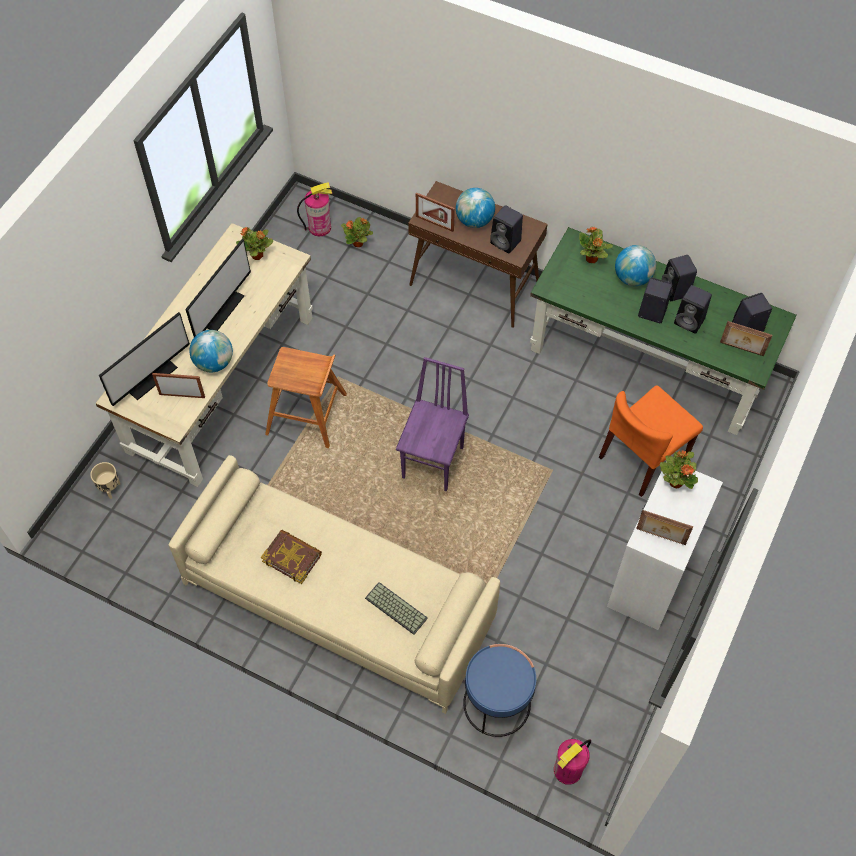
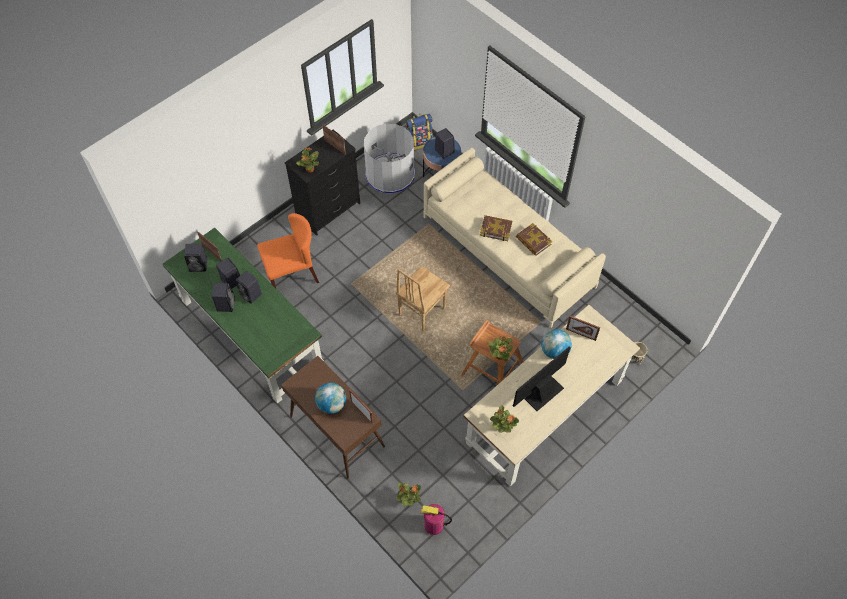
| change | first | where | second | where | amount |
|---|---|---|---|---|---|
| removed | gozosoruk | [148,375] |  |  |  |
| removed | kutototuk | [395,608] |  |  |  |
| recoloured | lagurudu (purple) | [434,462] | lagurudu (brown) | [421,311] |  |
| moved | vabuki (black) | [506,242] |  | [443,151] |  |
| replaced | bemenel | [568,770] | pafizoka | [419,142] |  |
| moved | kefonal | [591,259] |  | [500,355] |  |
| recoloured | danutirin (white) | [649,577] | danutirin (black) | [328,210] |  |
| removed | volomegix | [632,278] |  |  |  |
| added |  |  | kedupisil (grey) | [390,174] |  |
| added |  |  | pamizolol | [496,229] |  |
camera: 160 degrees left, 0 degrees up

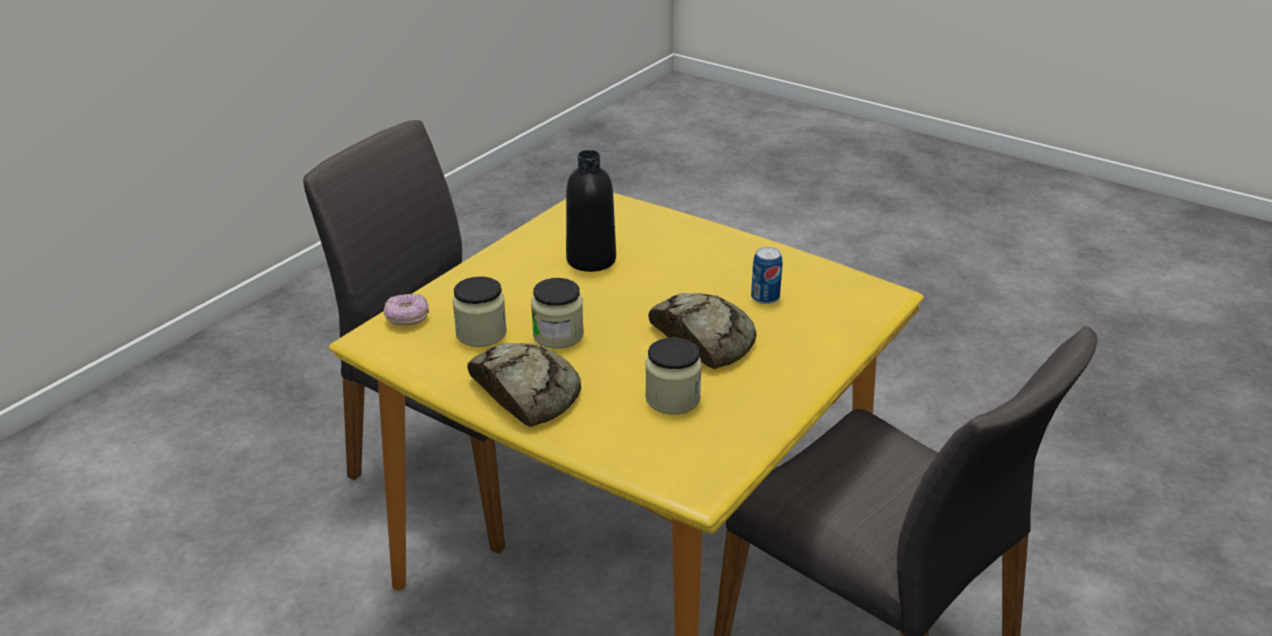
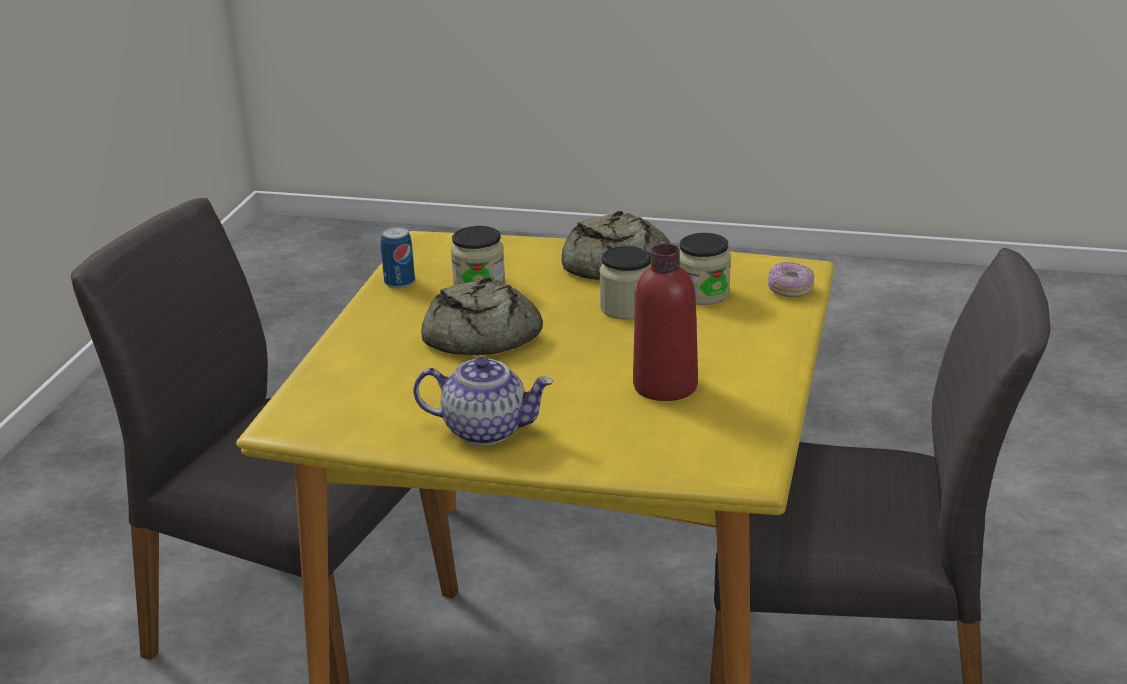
| change | first | where | second | where | amount |
|---|---|---|---|---|---|
| recoloured | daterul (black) | [591,260] | daterul (red) | [665,386] |  |
| moved | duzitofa | [765,297] |  | [399,283] |  |
| added |  |  | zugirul | [486,430] |  |
camera: 160 degrees right, 5 degrees down

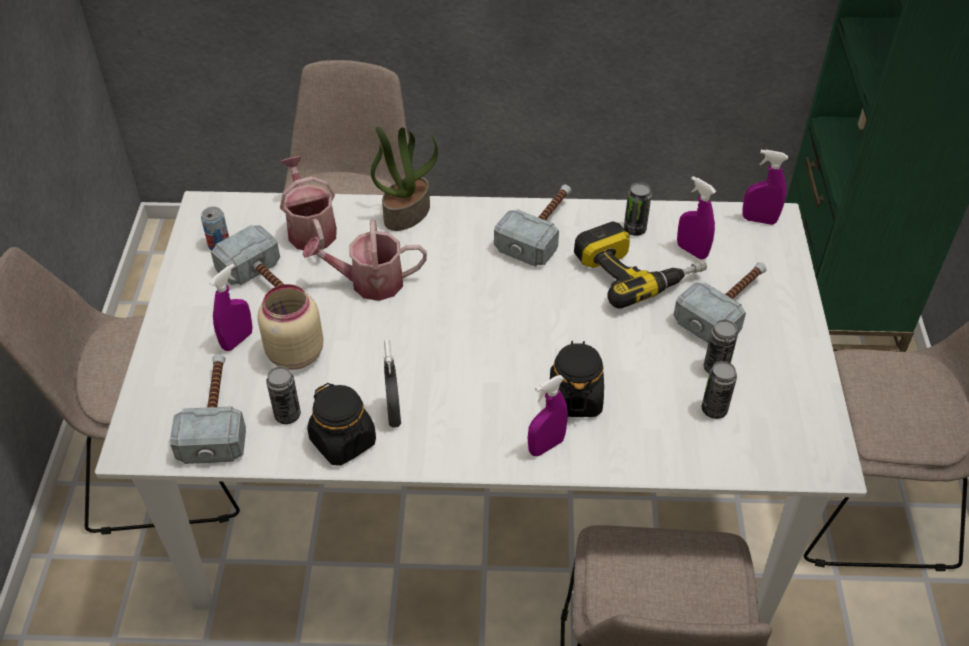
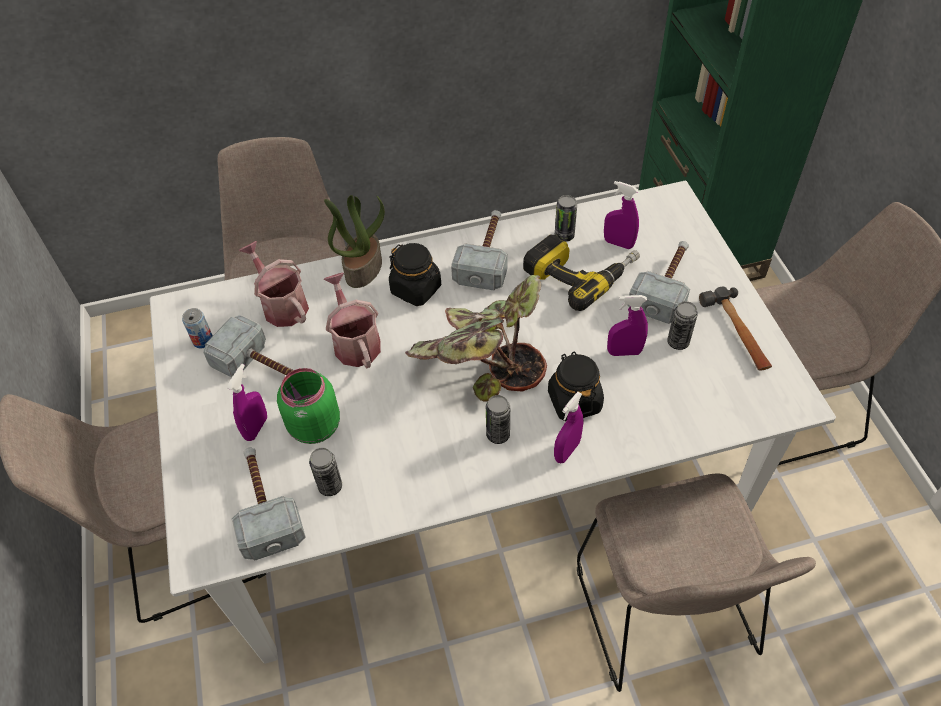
| change | first | where | second | where | amount |
|---|---|---|---|---|---|
| recoloured | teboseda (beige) | [293,354] | teboseda (green) | [313,427] |  |
| turned | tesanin | [369,282] |  | [355,342] | 90 degrees clockwise |
| moved | teboseda (black) | [343,441] |  | [416,289] |  |
| removed | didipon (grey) | [394,414] |  |  |  |
| moved | duzitofa | [714,409] |  | [498,435] |  |
| moved | didipon (purple) | [759,220] |  | [624,352] |  |
| added |  |  | kefonal | [480,364] |  |
| added |  |  | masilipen | [737,333] |  |
camera: 15 degrees left, 5 degrees up

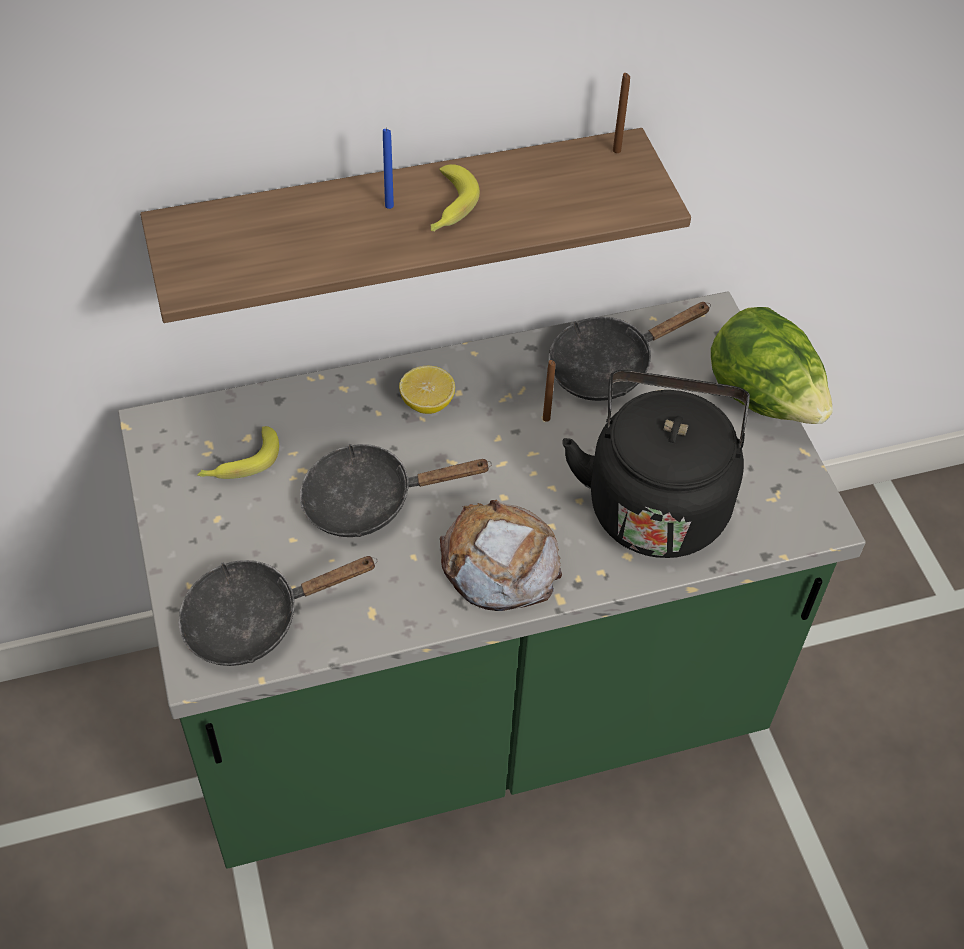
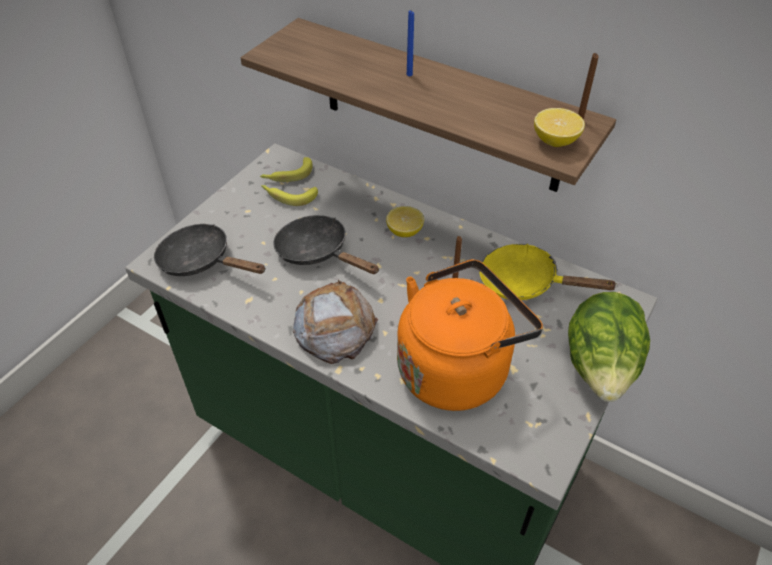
| change | first | where | second | where | amount |
|---|---|---|---|---|---|
| moved | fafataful | [448,208] |  | [287,175] |  |
| recoloured | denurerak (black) | [609,366] | denurerak (yellow) | [525,283] |  |
| recoloured | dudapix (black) | [656,501] | dudapix (orange) | [457,367] |  |
| added |  |  | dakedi | [555,141] |  |
camera: 50 degrees right, 5 degrees down

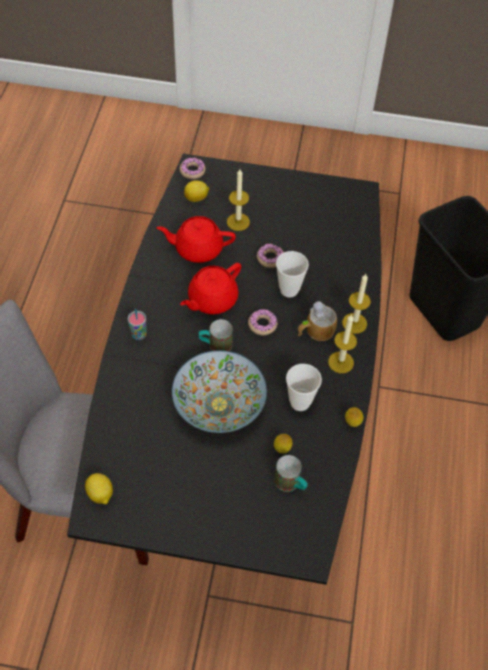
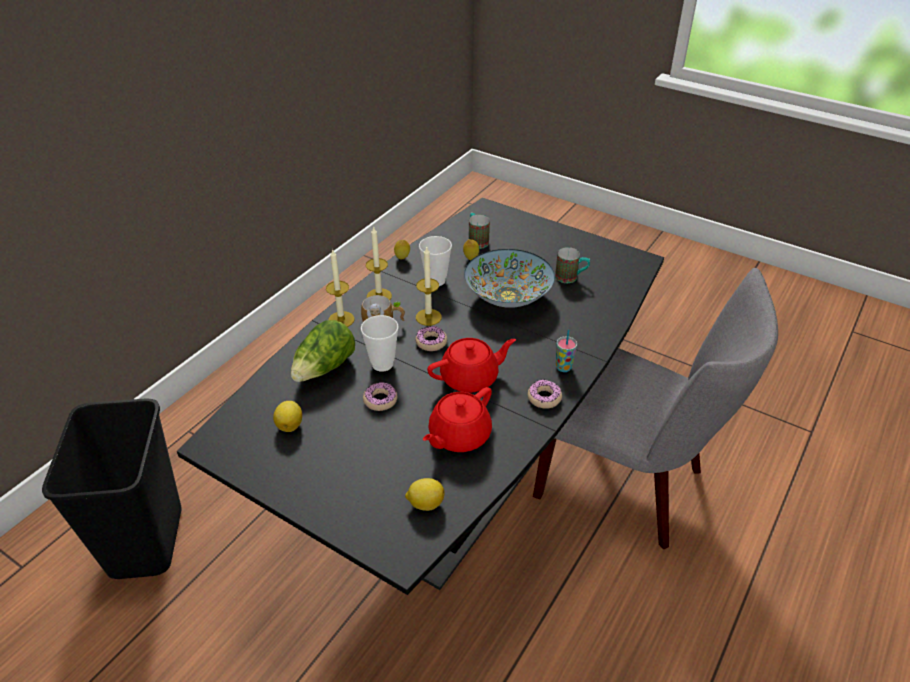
| change | first | where | second | where | amount |
|---|---|---|---|---|---|
| moved | dakedi | [100,494] |  | [290,425] |  |
| turned | zugirul (red) | [197,248] |  | [458,436] | 105 degrees clockwise |
| moved | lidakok | [192,171] |  | [544,398] |  |
| moved | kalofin | [215,345] |  | [571,278] |  |
| moved | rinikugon | [238,222] |  | [428,317] |  |
| added |  |  | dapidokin | [325,368] |  |
camera: 155 degrees left, 15 degrees down

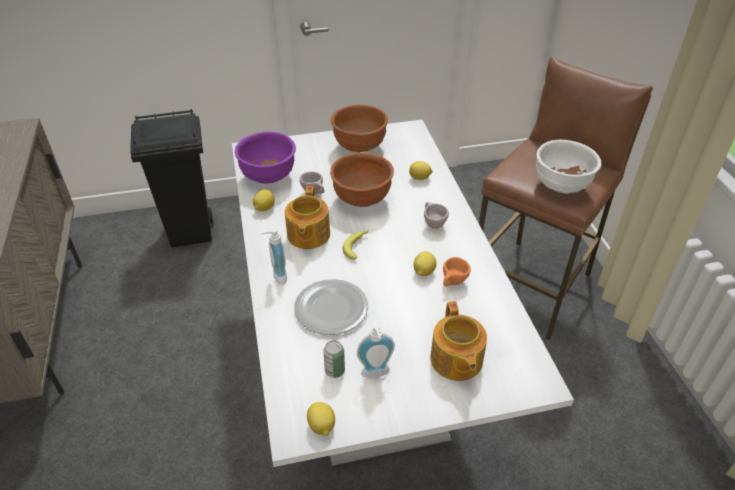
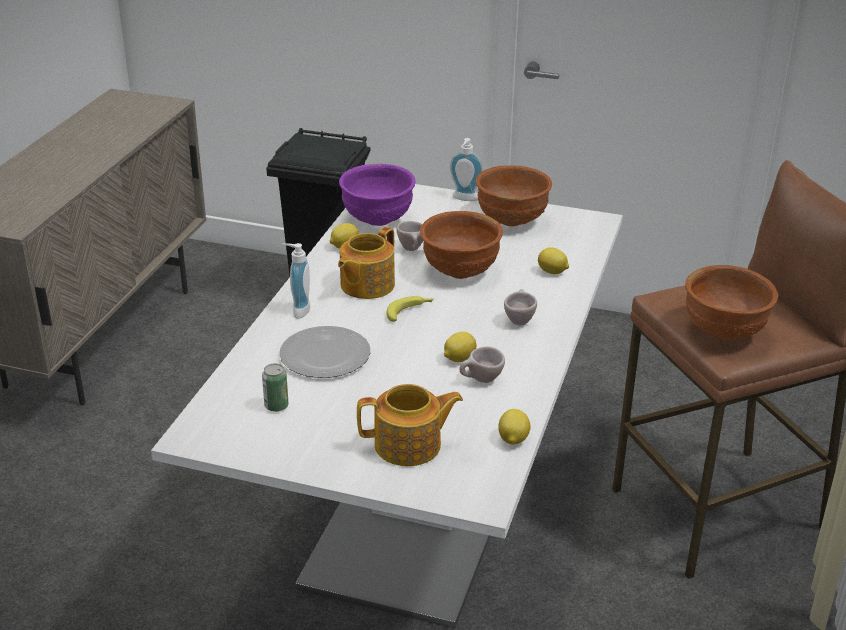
| change | first | where | second | where | amount |
|---|---|---|---|---|---|
| moved | dakedi | [321,426] |  | [512,440] |  |
| moved | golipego | [376,374] |  | [464,199] |  |
| turned | zugirul | [456,360] |  | [409,446] | 120 degrees counterclockwise |
| recoloured | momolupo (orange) | [453,284] | momolupo (beige) | [481,381] |  |
| recoloured | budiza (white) | [561,187] | budiza (brown) | [724,333] |  |
camera: 30 degrees right, 10 degrees down

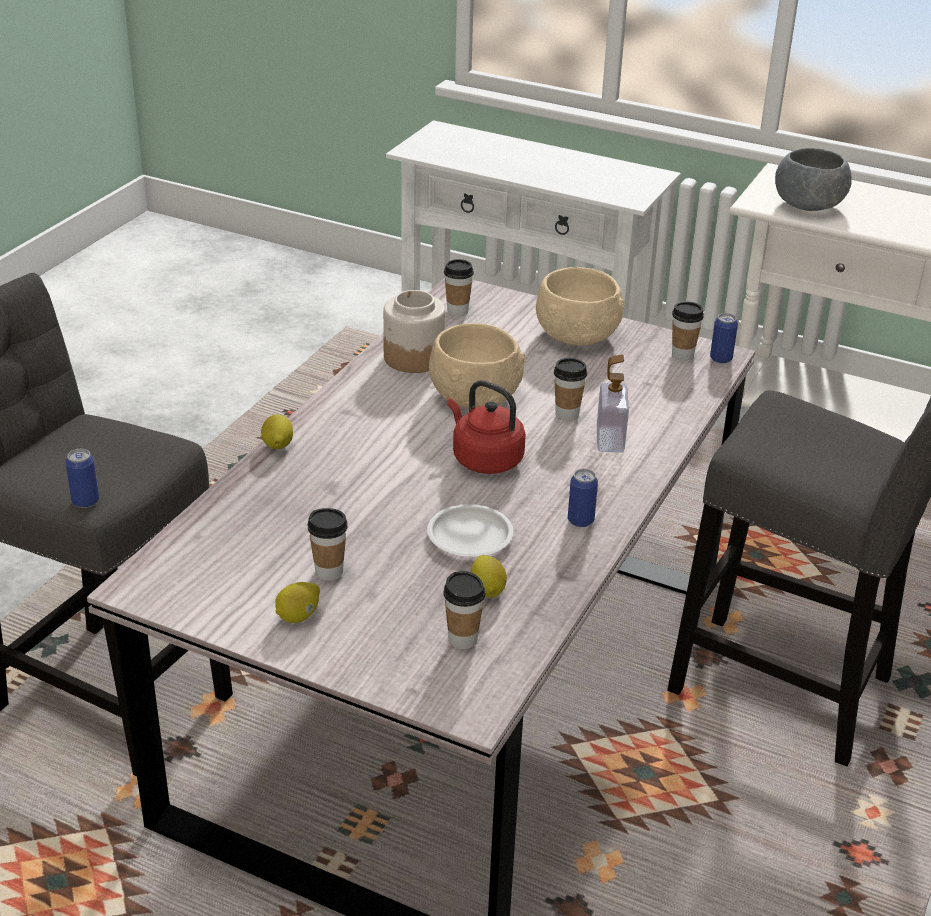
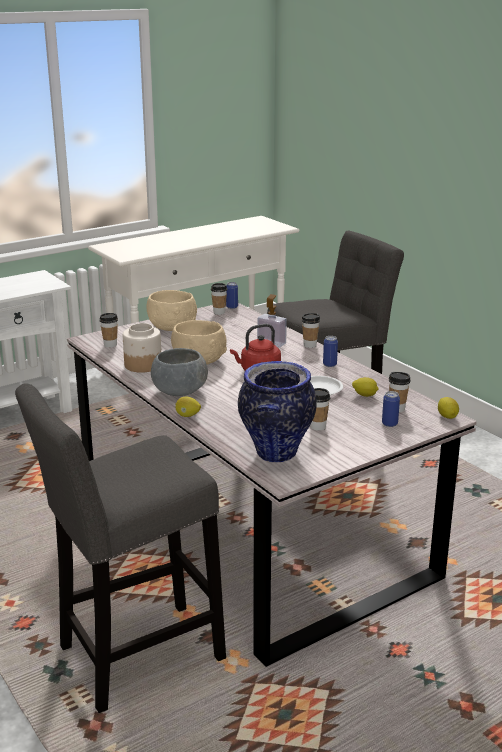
| change | first | where | second | where | amount |
|---|---|---|---|---|---|
| moved | duzitofa | [85,501] |  | [389,424] |  |
| moved | dakedi | [298,616] |  | [447,416] |  |
| moved | momolupo | [567,414] |  | [310,345] |  |
| moved | budiza (grey) | [808,205] |  | [179,391] |  |
| added |  |  | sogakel | [276,454] |  |
camera: 60 degrees left, 10 degrees down

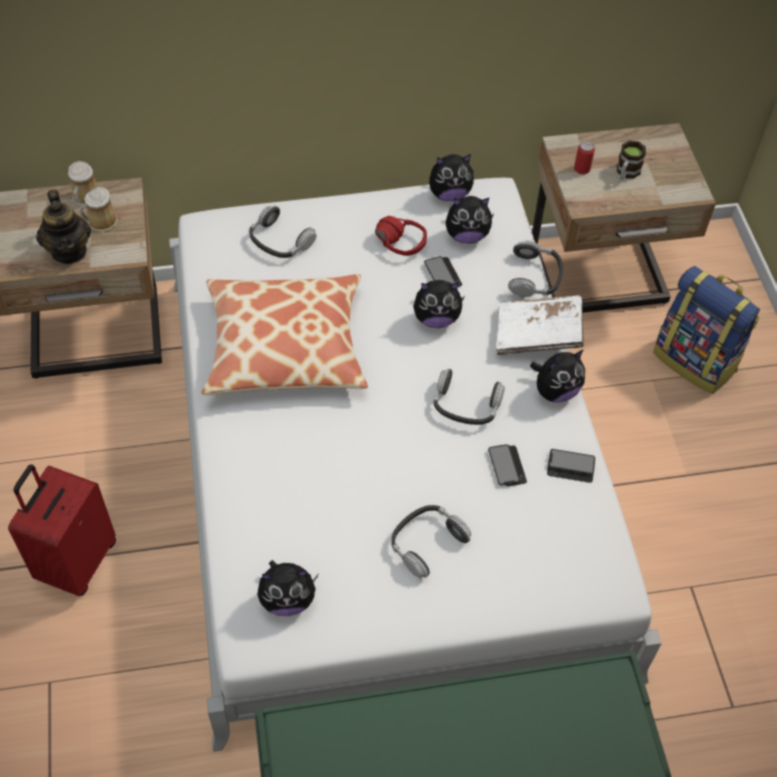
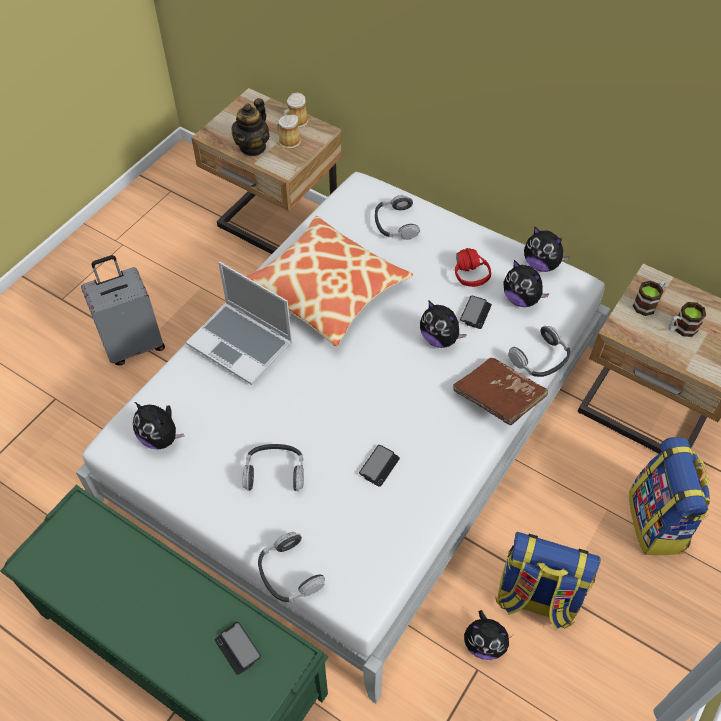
| change | first | where | second | where | amount |
|---|---|---|---|---|---|
| recoloured | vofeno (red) | [76,562] | vofeno (grey) | [134,345] |  |
| moved | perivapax | [466,405] |  | [289,573] |  |
| recoloured | pamizolol (white) | [538,335] | pamizolol (brown) | [498,398] |  |
| moved | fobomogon | [555,391] |  | [484,643] |  |
| moved | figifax | [570,466] |  | [238,648] |  |
| replaced | duzitofa | [582,169] | kalofin | [647,304] |  |
| added |  |  | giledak | [242,344] |  |
| added |  |  | pafizoka | [535,599] |  |
camera: 45 degrees right, 0 degrees up

